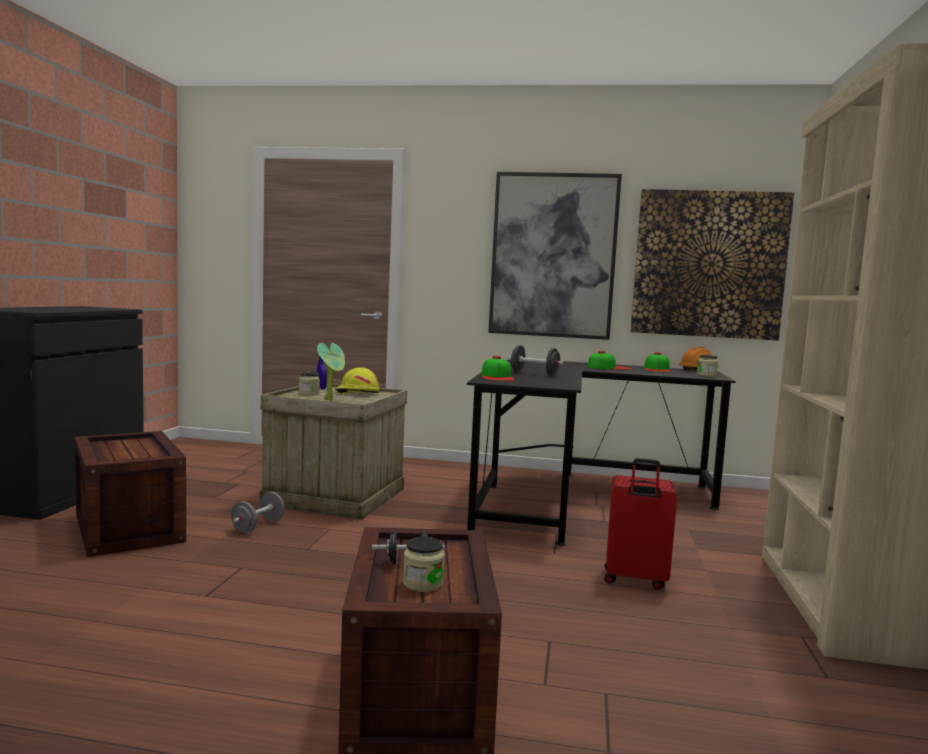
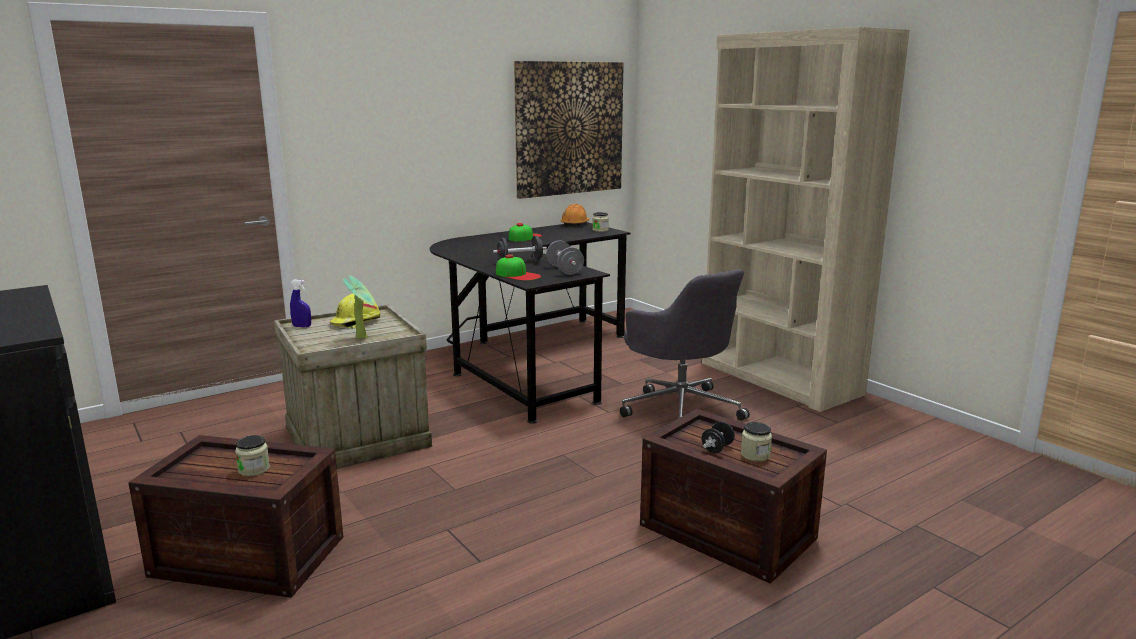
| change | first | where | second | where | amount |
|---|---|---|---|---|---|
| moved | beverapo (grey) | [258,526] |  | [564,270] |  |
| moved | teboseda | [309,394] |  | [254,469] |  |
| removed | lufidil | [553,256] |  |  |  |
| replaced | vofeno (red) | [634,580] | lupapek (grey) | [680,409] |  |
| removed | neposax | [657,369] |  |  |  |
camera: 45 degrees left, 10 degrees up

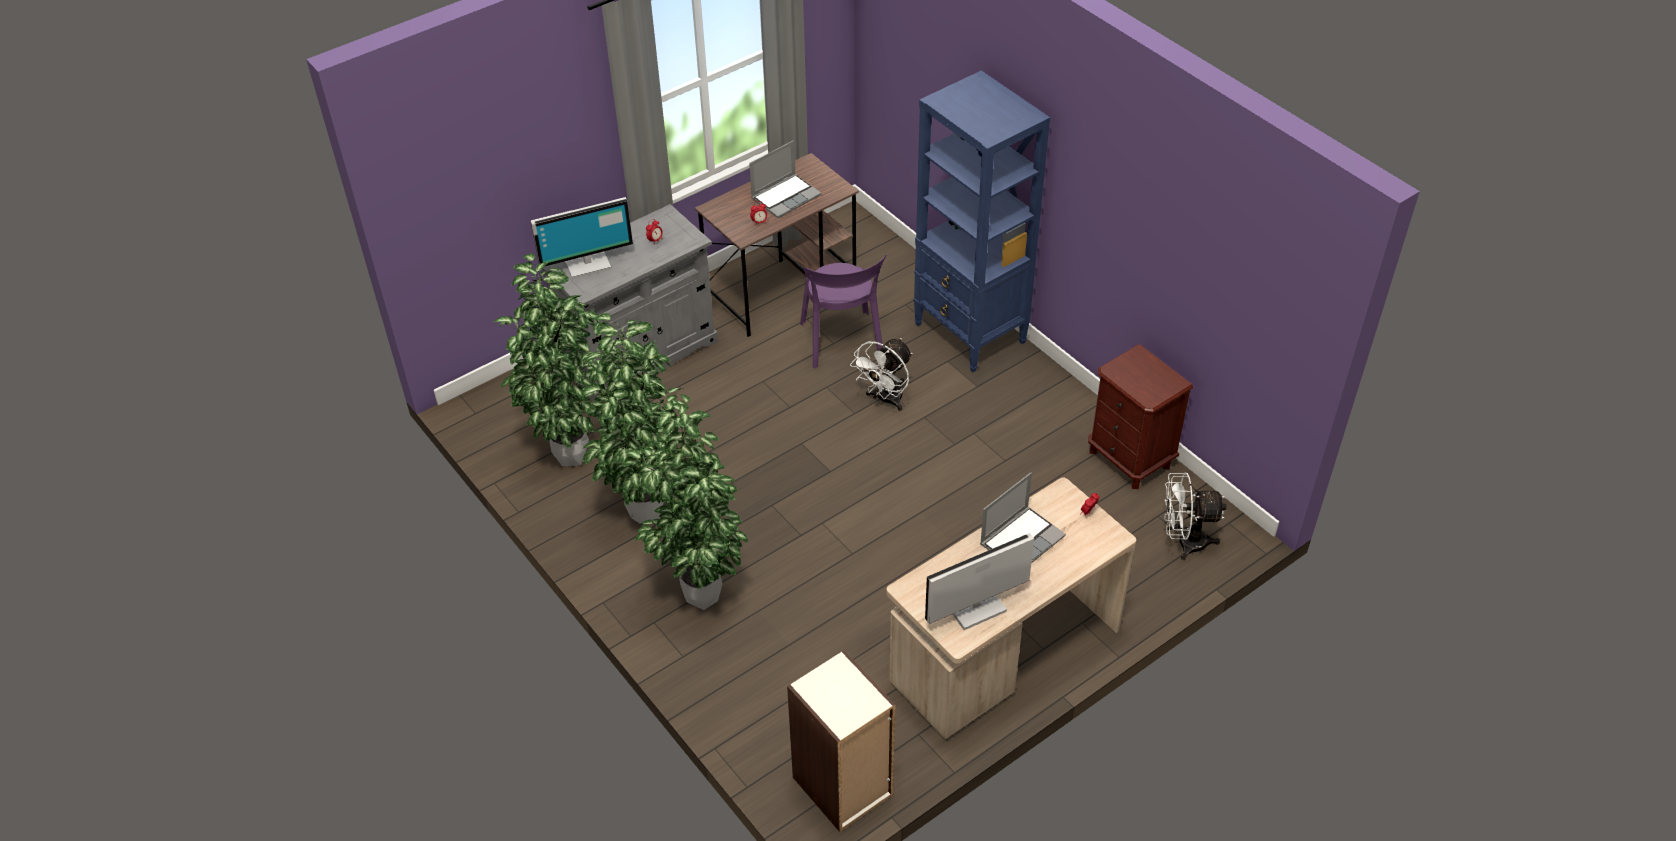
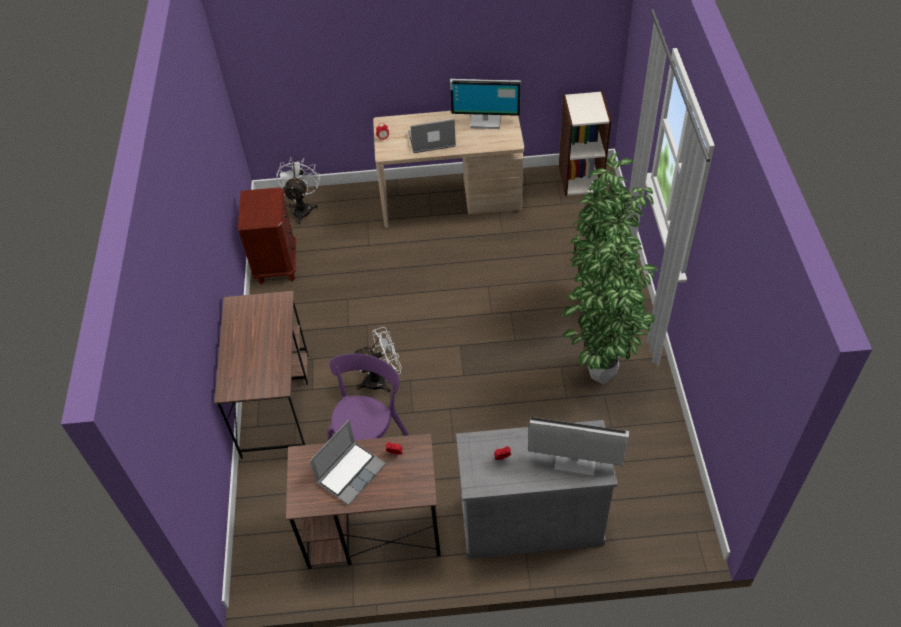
| change | first | where | second | where | amount |
|---|---|---|---|---|---|
| removed | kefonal | [573,453] |  |  |  |
| turned | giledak | [786,196] |  | [351,472] | 135 degrees clockwise |
| replaced | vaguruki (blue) | [970,334] | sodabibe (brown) | [275,403] |  |
| turned | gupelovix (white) | [1184,542] |  | [303,208] | 120 degrees counterclockwise |
camera: 145 degrees left, 5 degrees up

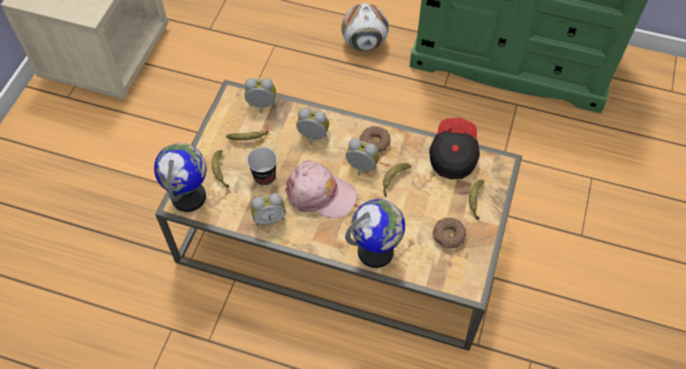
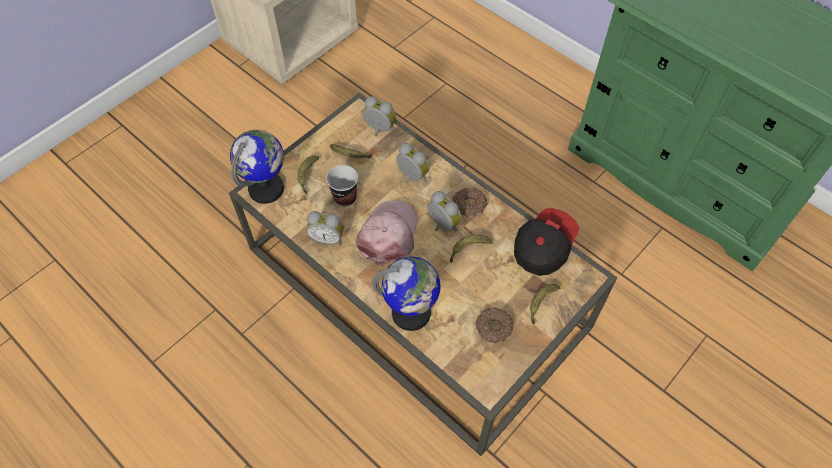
| change | first | where | second | where | amount |
|---|---|---|---|---|---|
| turned | neposax (pink) | [320,194] |  | [388,234] | 120 degrees counterclockwise |
| removed | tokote | [364,43] |  |  |  |
camera: 25 degrees right, 0 degrees up

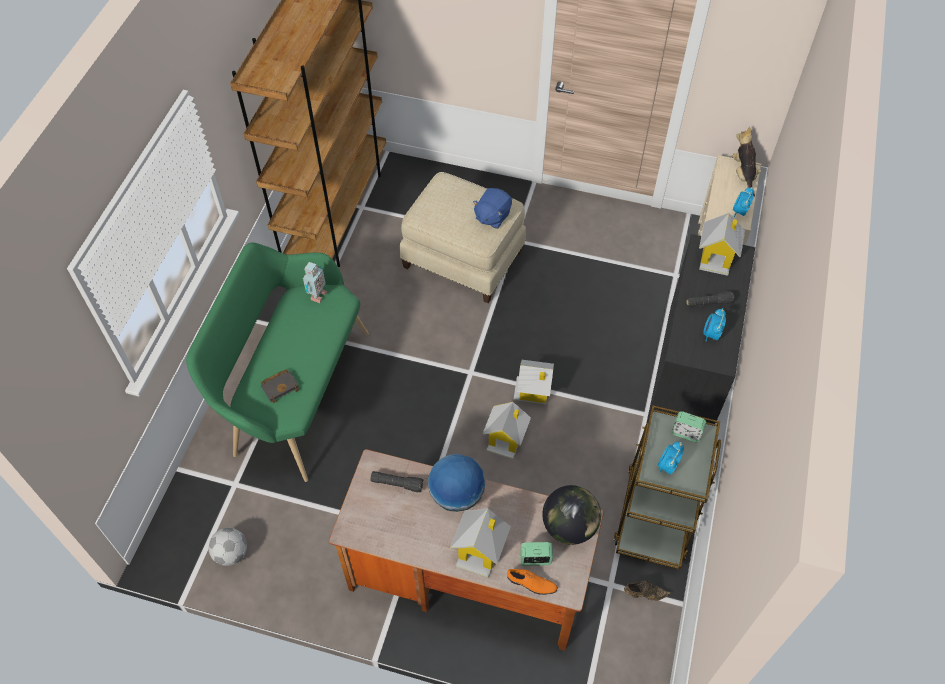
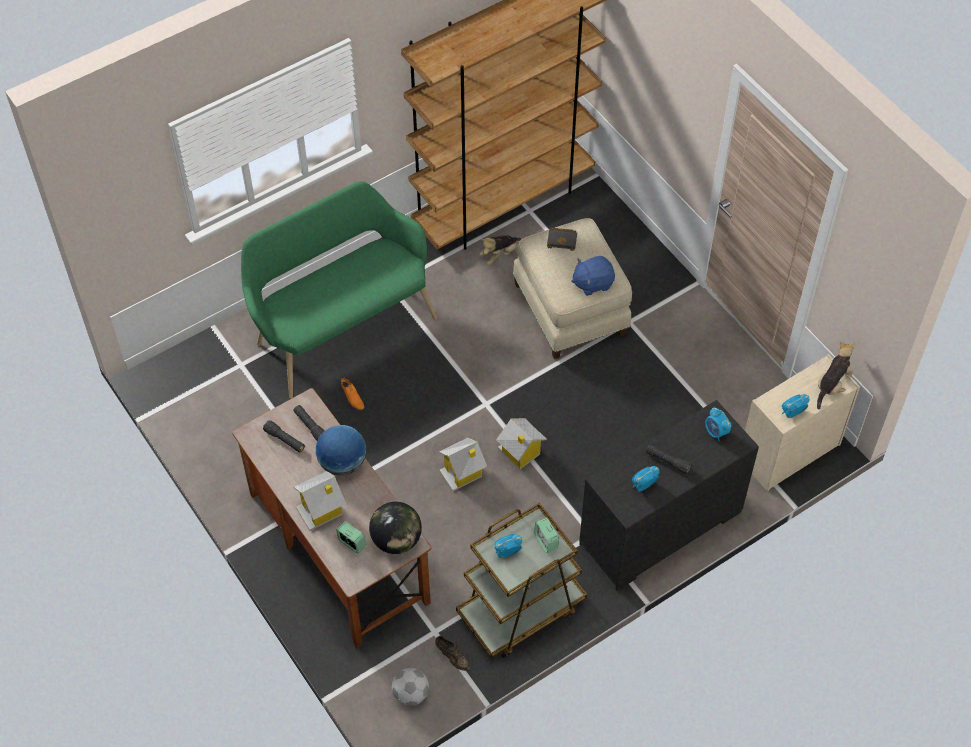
| change | first | where | second | where | amount |
|---|---|---|---|---|---|
| moved | tokote | [231,554] |  | [410,694] |  |
| moved | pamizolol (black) | [280,386] |  | [563,240] |  |
| removed | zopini | [317,296] |  |  |  |
| moved | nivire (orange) | [531,584] |  | [352,397] |  |
| replaced | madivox | [716,257] | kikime | [716,432] |  |
| added |  |  | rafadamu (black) | [284,440] |  |
| added |  |  | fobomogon | [499,254] |  |
camera: 40 degrees right, 0 degrees up

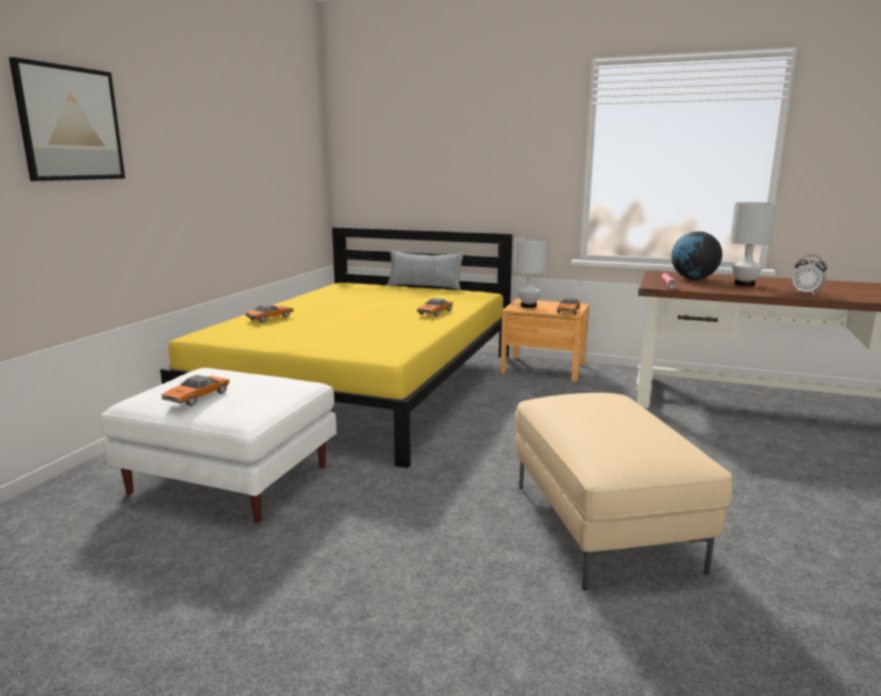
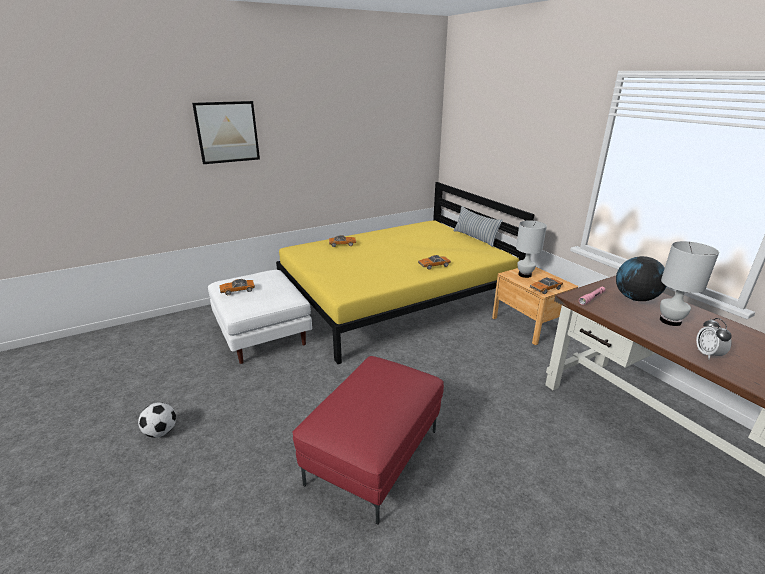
| change | first | where | second | where | amount |
|---|---|---|---|---|---|
| recoloured | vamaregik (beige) | [605,525] | vamaregik (red) | [374,457] |  |
| added |  |  | tokote | [161,432] |  |
camera: 40 degrees right, 10 degrees up

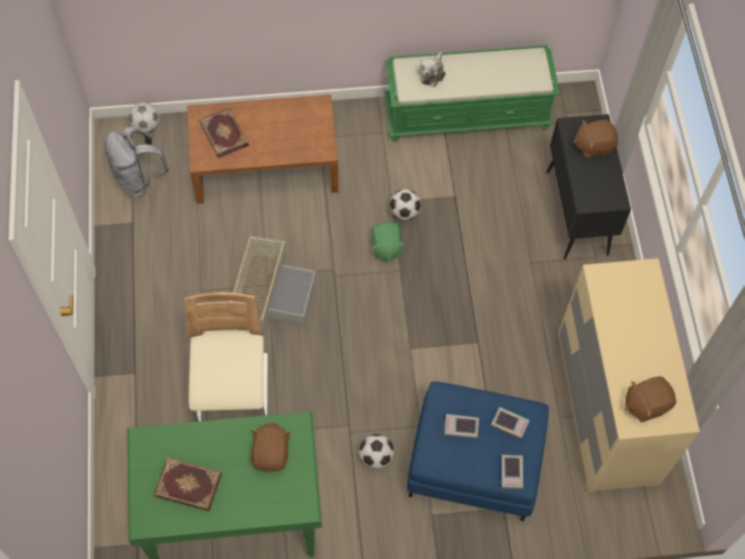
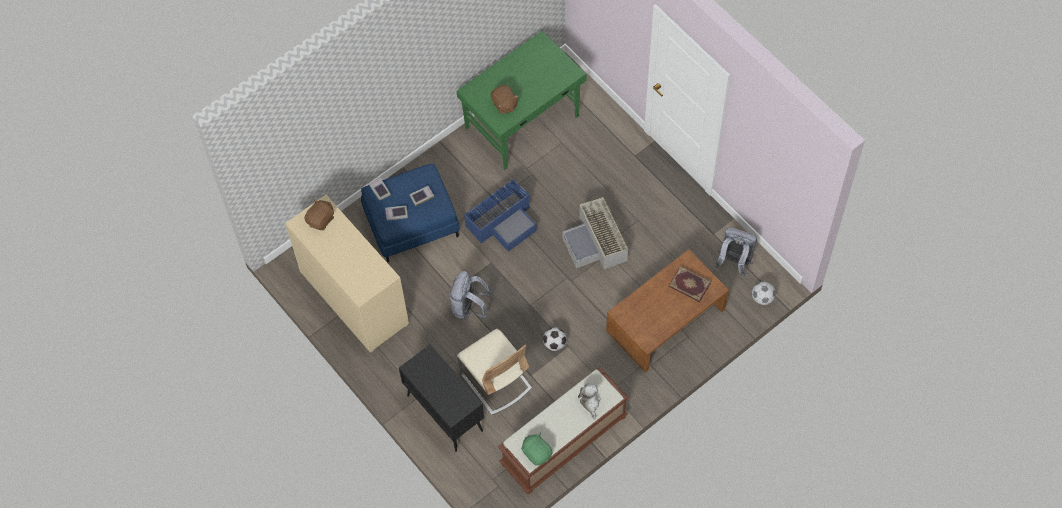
| change | first | where | second | where | amount |
|---|---|---|---|---|---|
| removed | pamizolol | [188,486] |  |  |  |
| moved | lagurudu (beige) | [233,391] |  | [496,381] |  |
| removed | tokote | [376,457] |  |  |  |
| moved | fobomogon (green) | [386,247] |  | [537,453] |  |
| recoloured | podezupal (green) | [467,113] | podezupal (brown) | [564,442] |  |
| removed | fobomogon (brown) | [593,145] |  |  |  |
| added |  |  | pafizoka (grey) | [469,308] |  |
| added |  |  | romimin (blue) | [503,221] |  |
camera: 150 degrees right, 0 degrees up

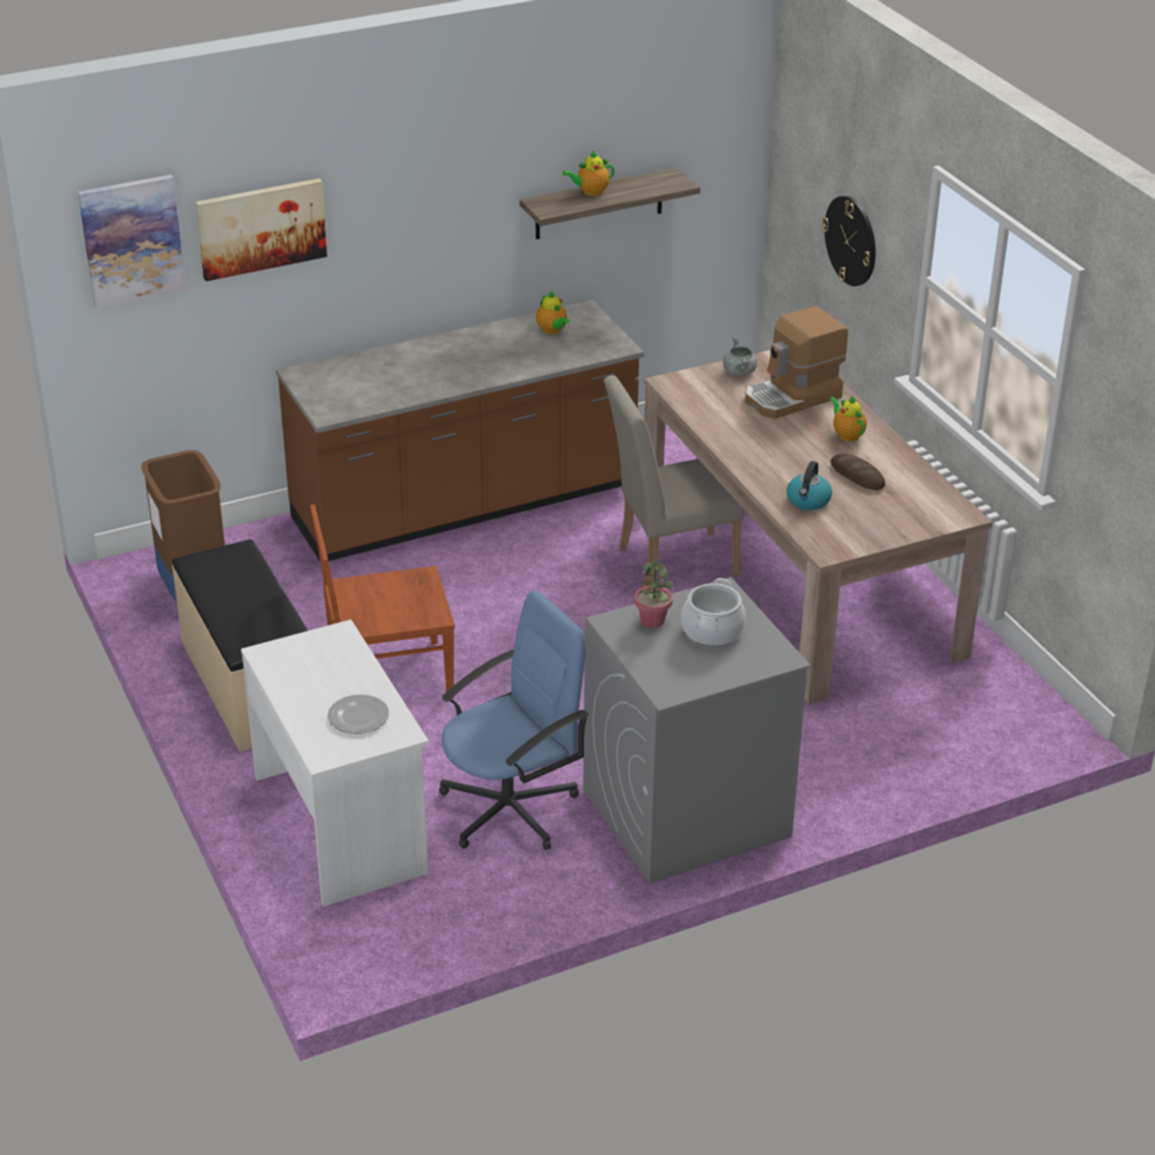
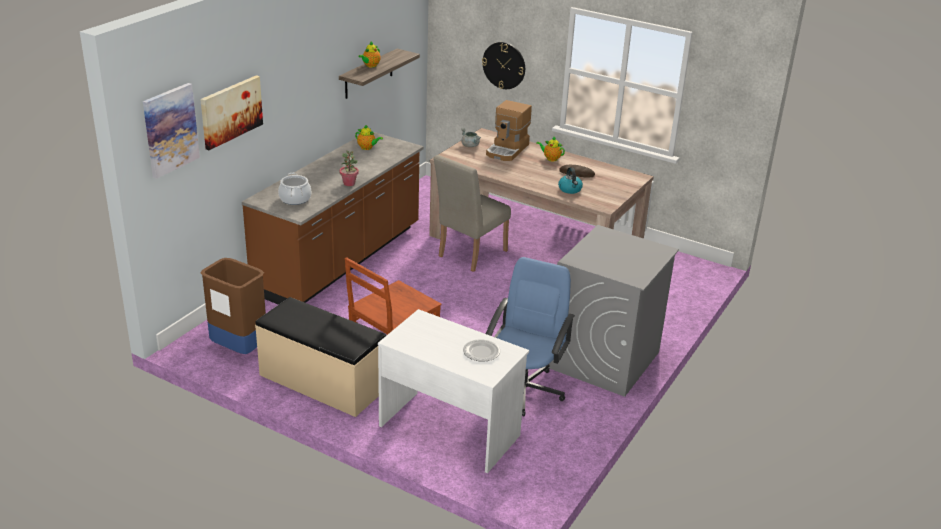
| change | first | where | second | where | amount |
|---|---|---|---|---|---|
| moved | kefonal | [653,621] |  | [349,183] |  |
| moved | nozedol | [712,631] |  | [295,199] |  |
camera: 35 degrees left, 5 degrees down

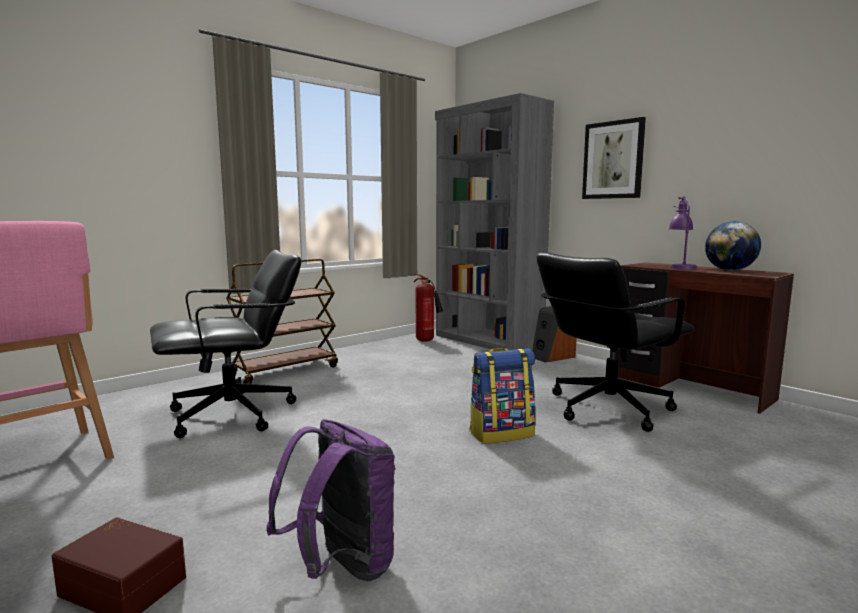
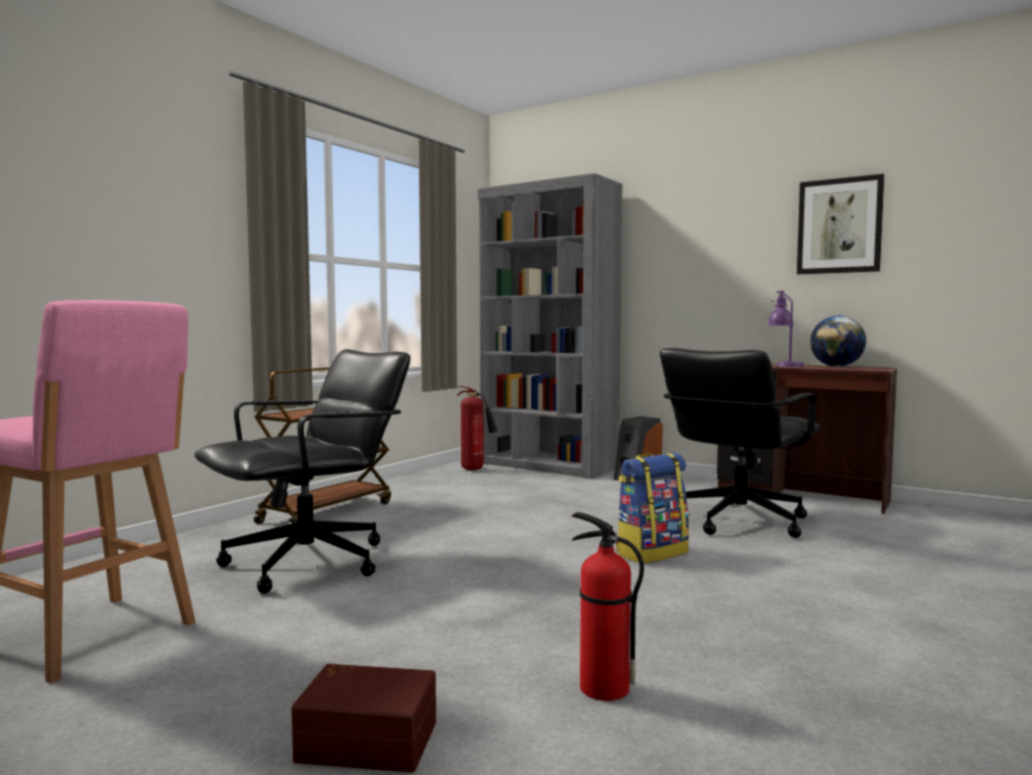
| change | first | where | second | where | amount |
|---|---|---|---|---|---|
| replaced | pafizoka (purple) | [341,567] | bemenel | [602,688] |  |
| moved | lufidil | [613,160] |  | [839,226] |  |
camera: 15 degrees left, 5 degrees down

